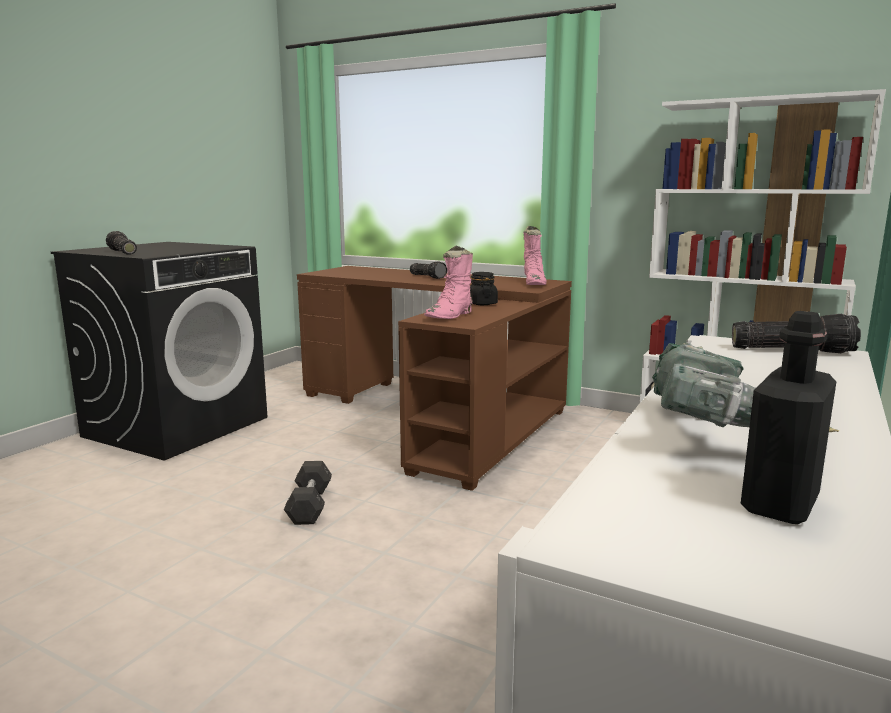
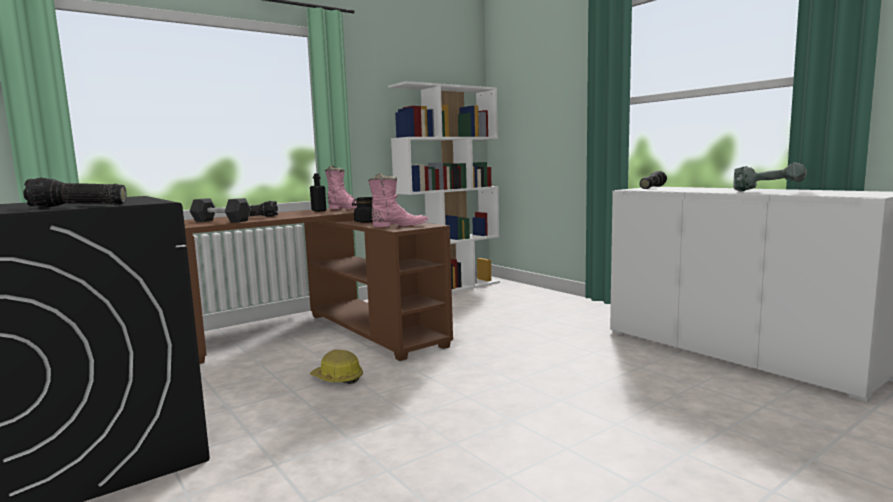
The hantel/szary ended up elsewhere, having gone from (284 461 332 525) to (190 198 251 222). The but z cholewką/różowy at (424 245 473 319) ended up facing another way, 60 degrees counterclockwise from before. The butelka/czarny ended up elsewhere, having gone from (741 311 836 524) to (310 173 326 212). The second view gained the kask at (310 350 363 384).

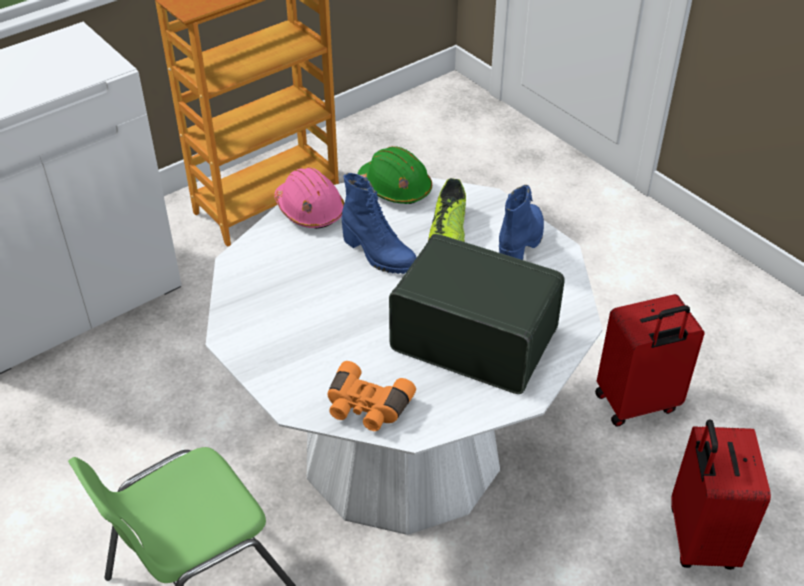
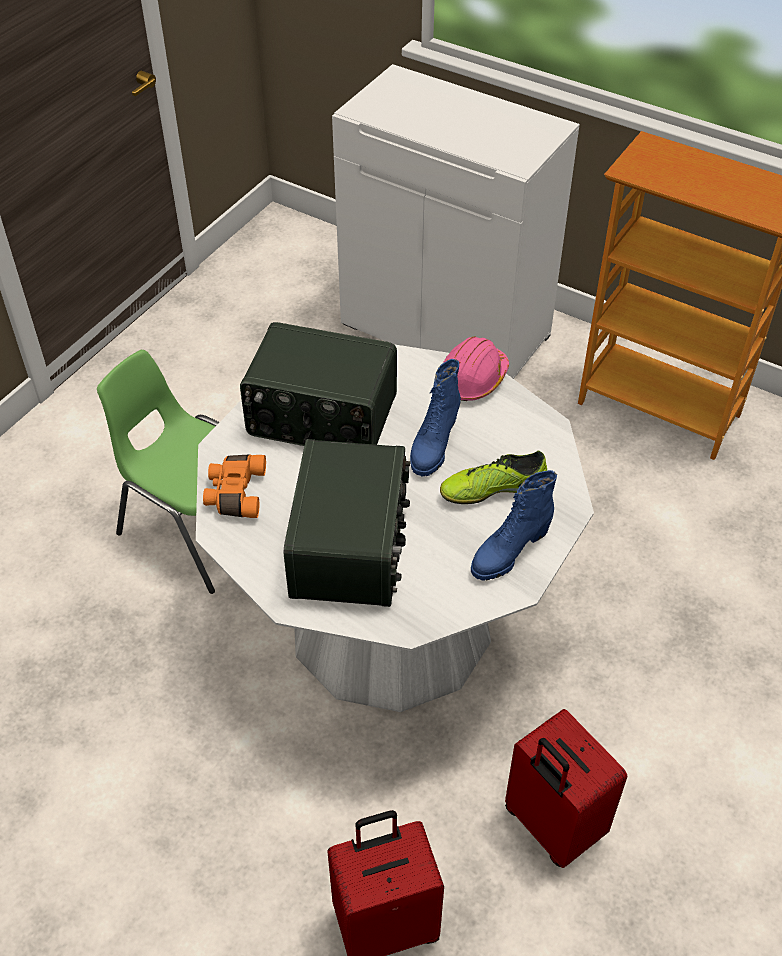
The second view lost the kask/zielony at (358 146 432 204). The but z cholewką/niebieski at (499 185 544 260) ended up facing another way, 135 degrees clockwise from before. The second view gained the radio at (240 322 397 446).

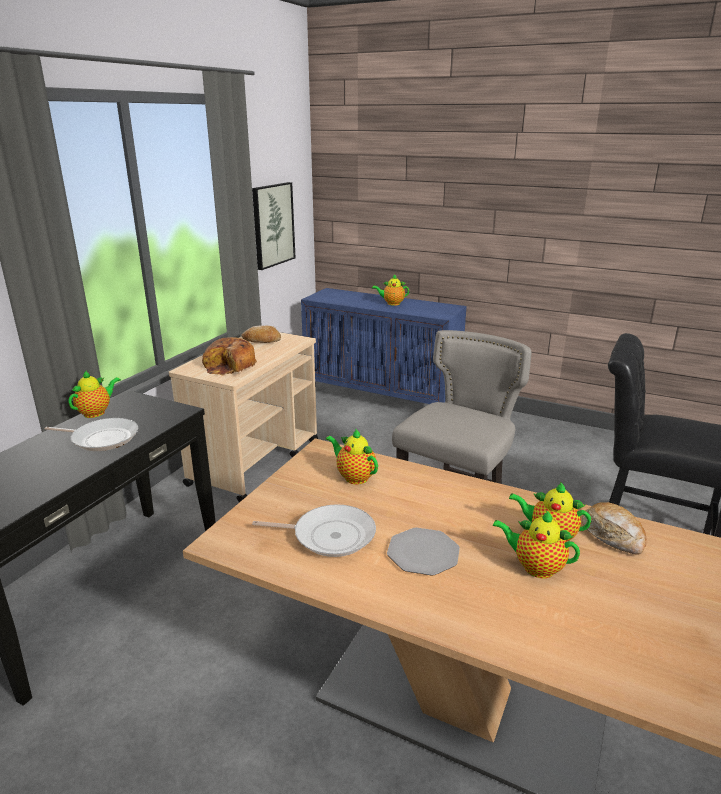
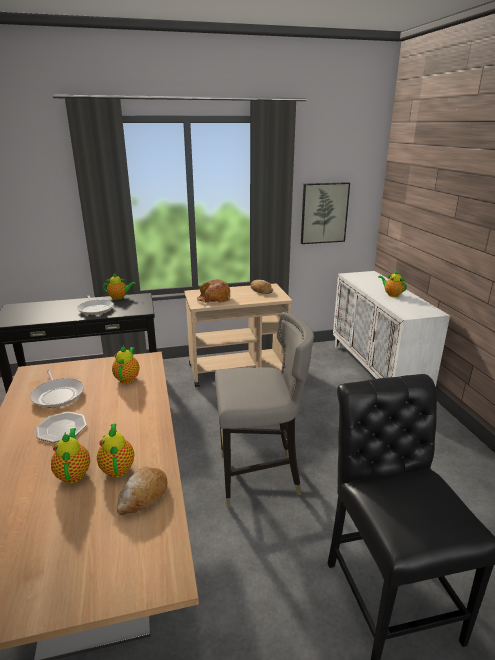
What was the szafka/niebieski at (301 288 467 404) turned into the szafka/biały at (333 271 450 387).

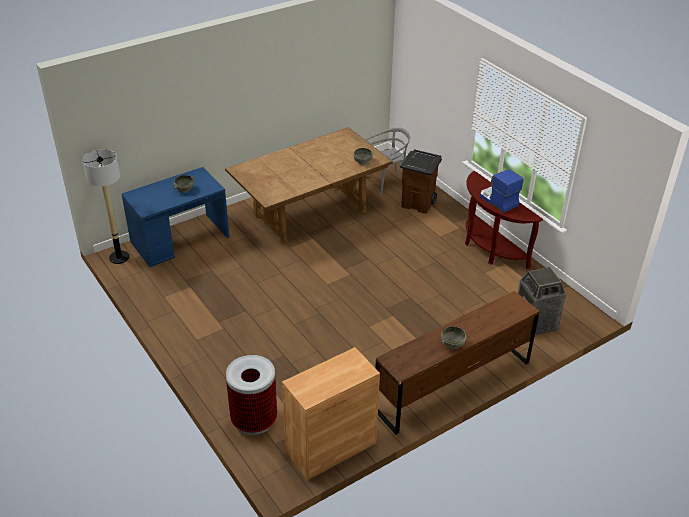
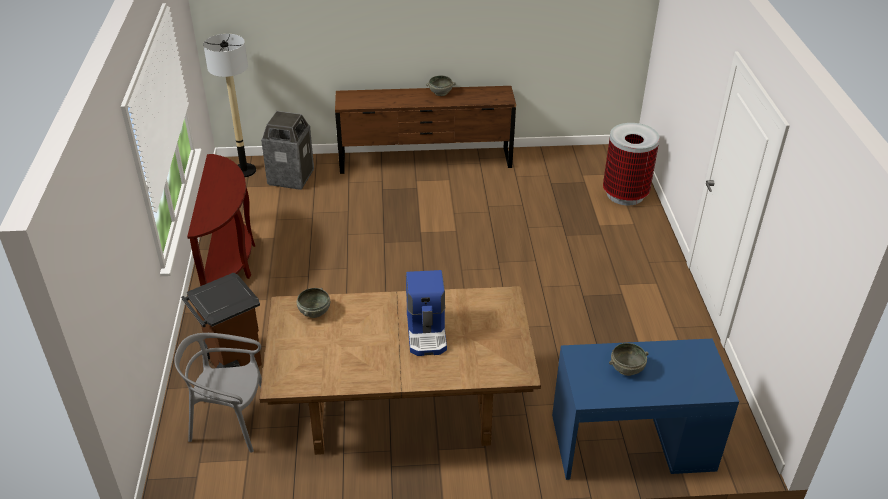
The lampa stojąca ended up elsewhere, having gone from (82 149 129 264) to (203 34 256 177). The second view lost the szafka/brązowy at (282 347 380 480). The ekspres do kawy ended up elsewhere, having gone from (480 169 523 213) to (406 270 447 356).

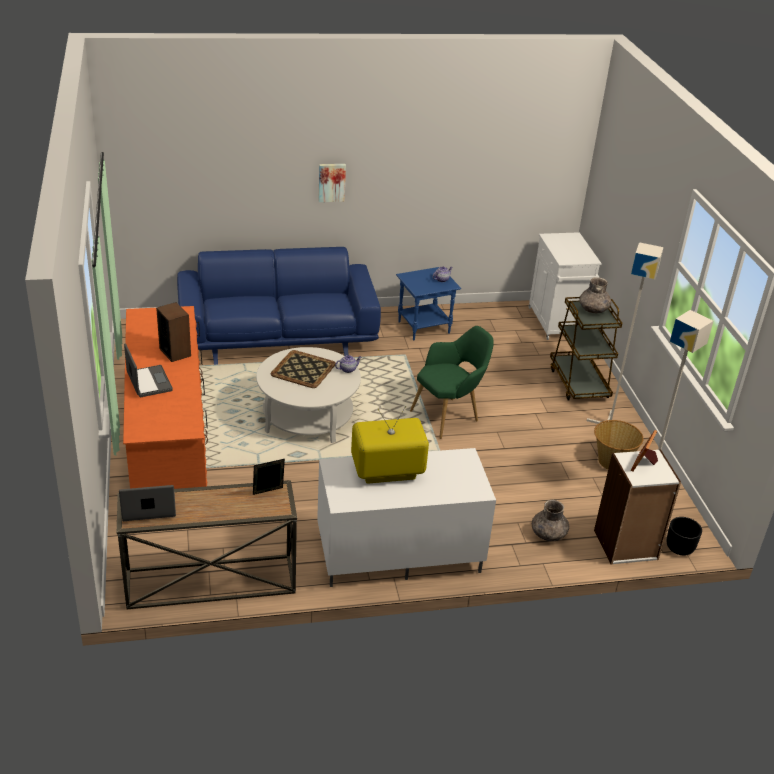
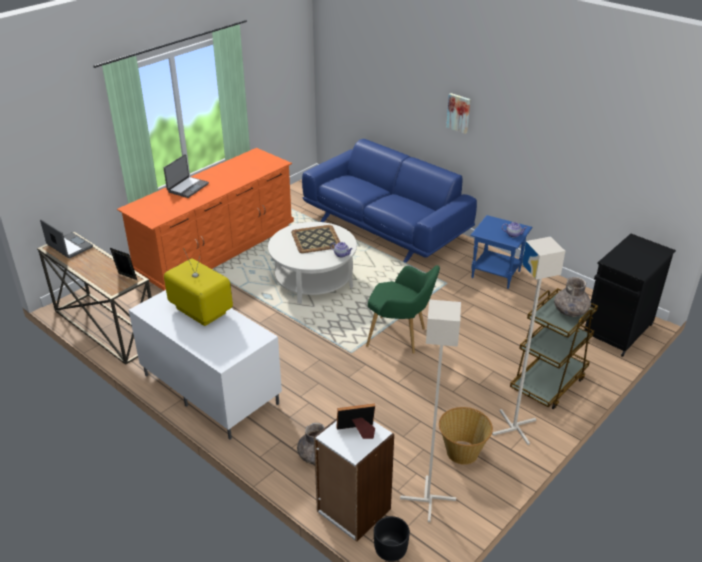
The second view lost the głośnik at (156 302 191 362). What was the szafka/biały at (528 232 602 340) turned into the szafka/czarny at (584 234 676 357).

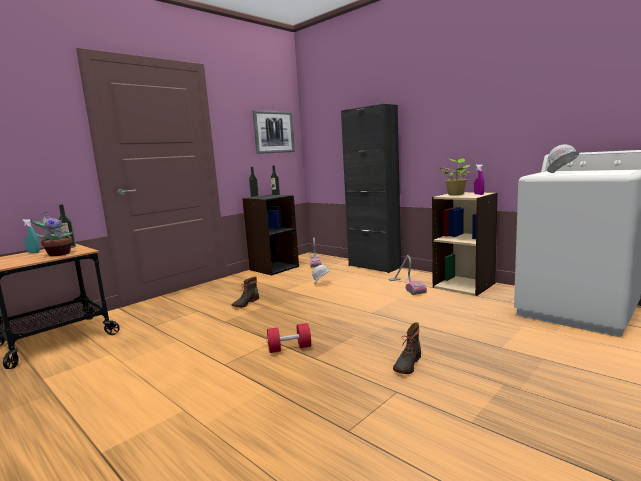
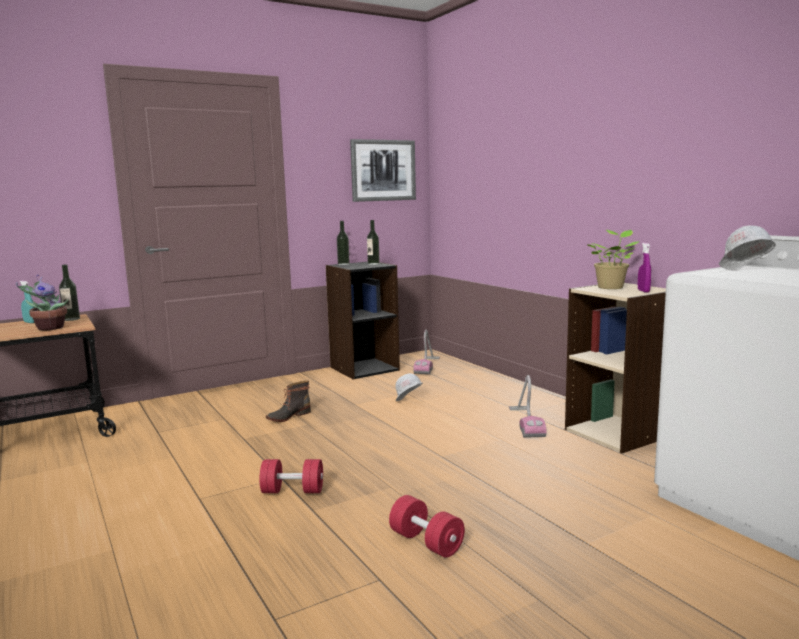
The second view lost the szafka/czarny at (341 104 401 273). Where the but z cholewką stood at (393 323 421 374), the hantel/czerwony came to stand at (389 495 465 558).

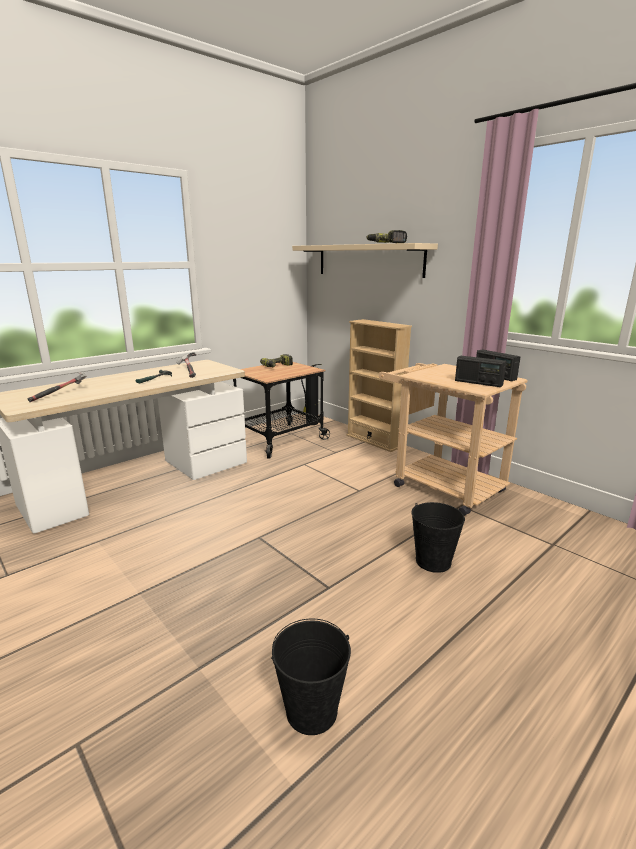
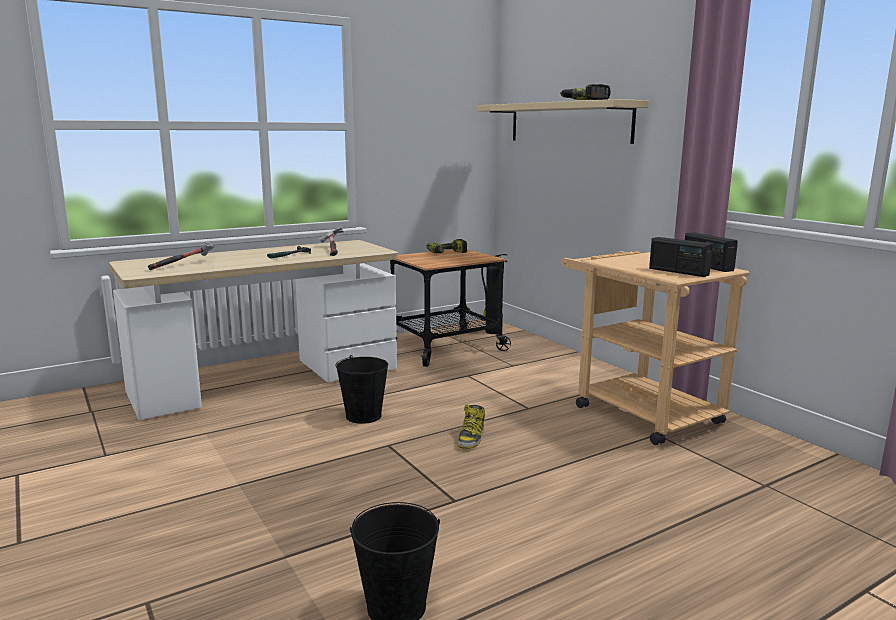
The second view lost the regał/beżowy at (346 319 412 452). The wiadro/czarny ended up elsewhere, having gone from (411 502 465 573) to (336 355 388 424). The second view gained the but z cholewką at (457 404 485 449).

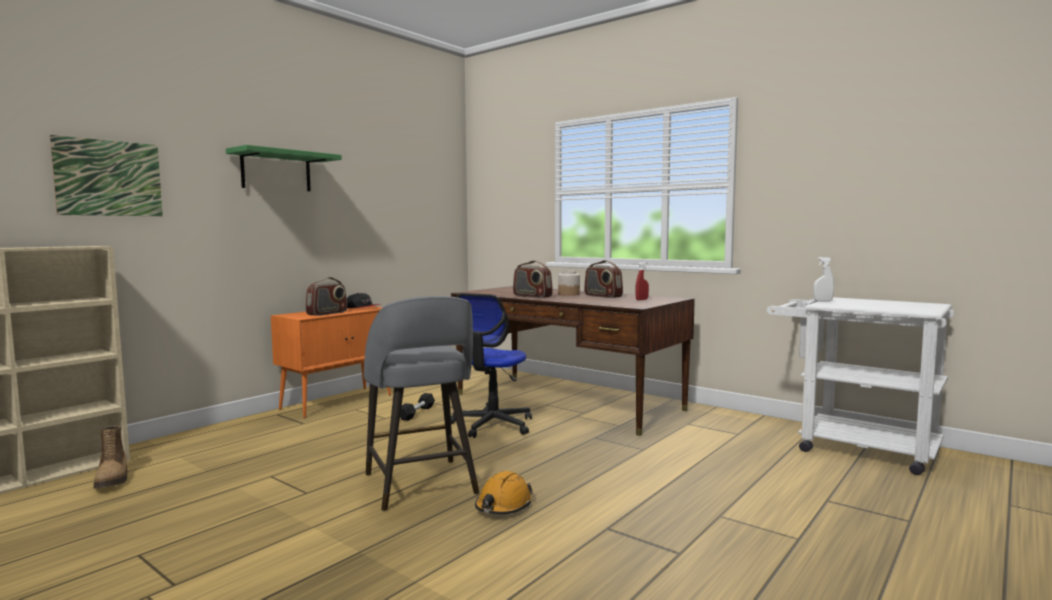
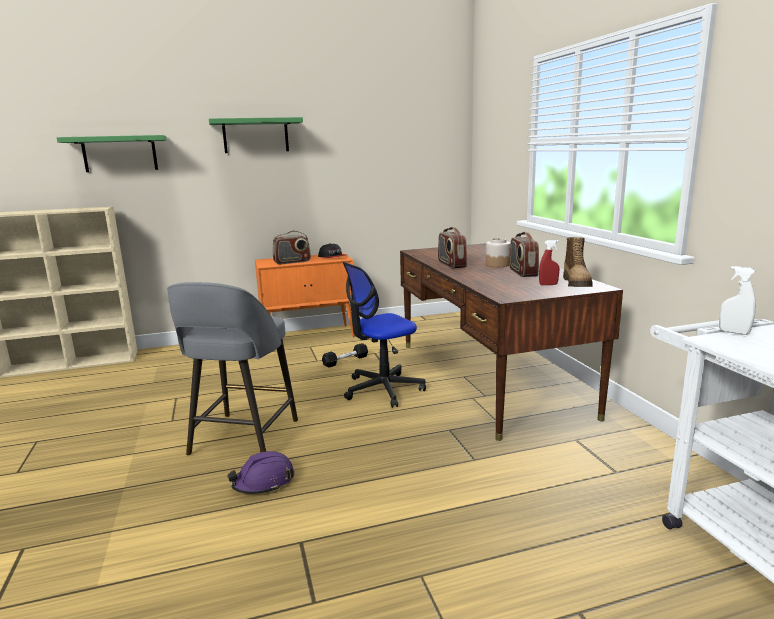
Where the obraz hung at (49 135 163 216), the półka/zielony came to hang at (56 135 167 172). The but z cholewką ended up elsewhere, having gone from (94 425 128 489) to (563 237 593 287). What was the kask/pomarańczowy at (475 471 533 514) turned into the kask/fioletowy at (227 451 295 494).

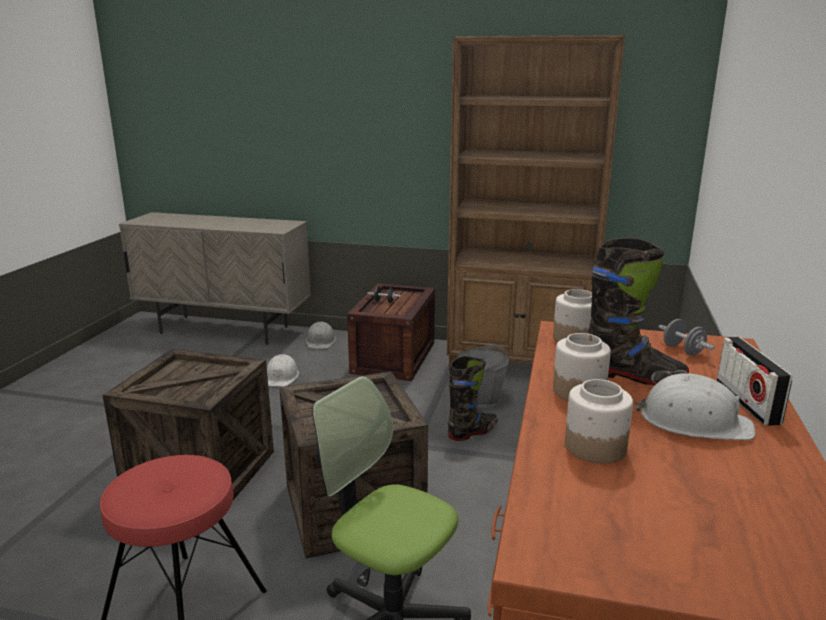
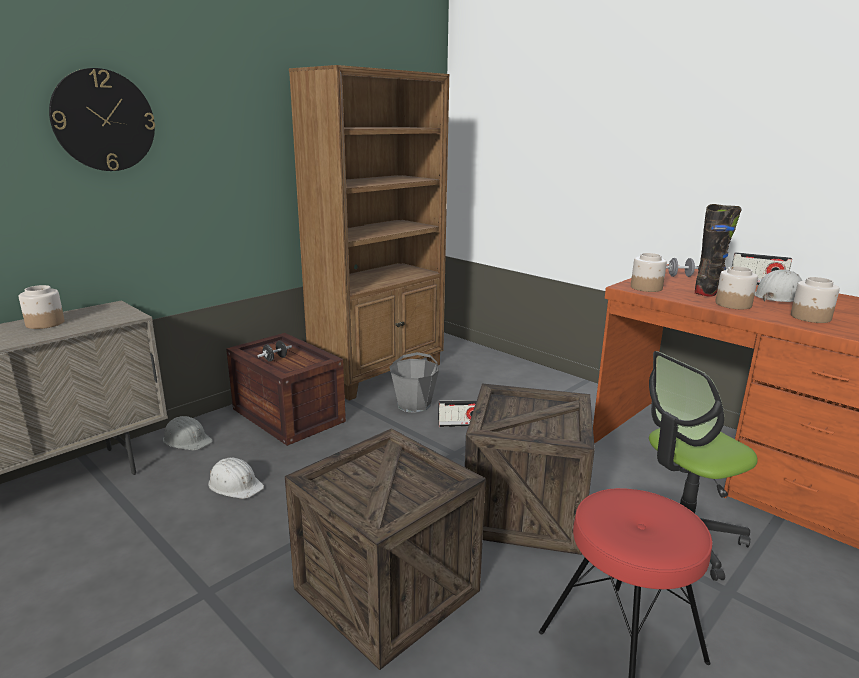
Where the but z cholewką/czarny stood at (448 356 498 441), the radio came to stand at (438 400 477 427). The second view gained the słoik at (19 285 65 329). The second view gained the zegar ścienny at (49 68 155 171).

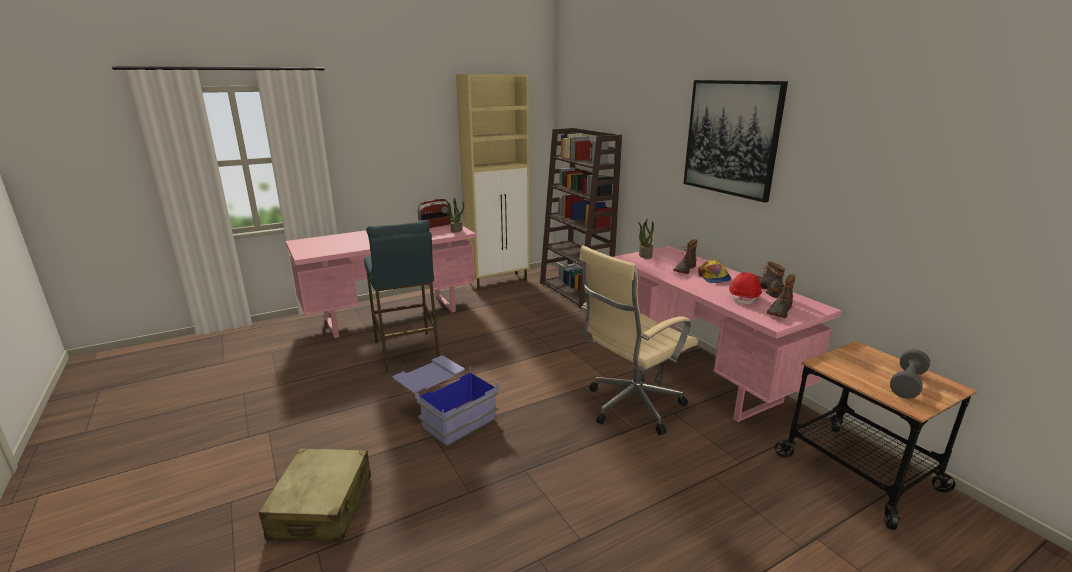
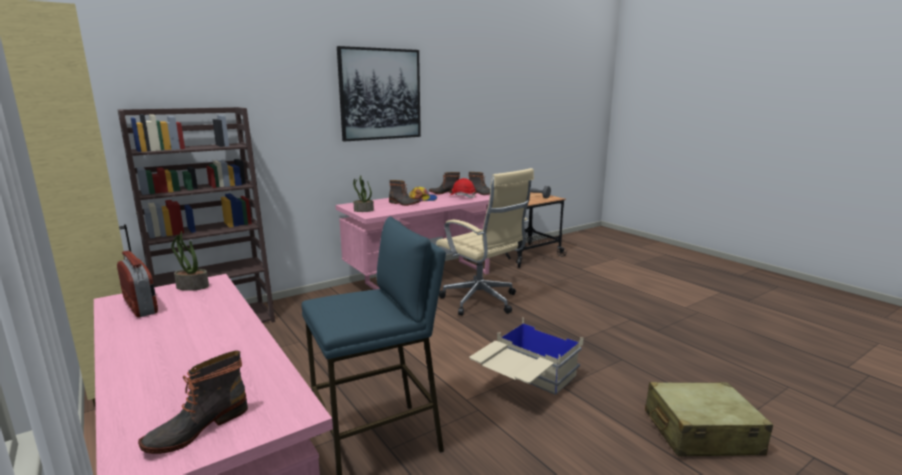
What was the pojemnik do przechowywania/niebieski at (392 356 499 446) turned into the pojemnik do przechowywania/beżowy at (470 318 584 395). The second view gained the but z cholewką at (138 351 248 454).

